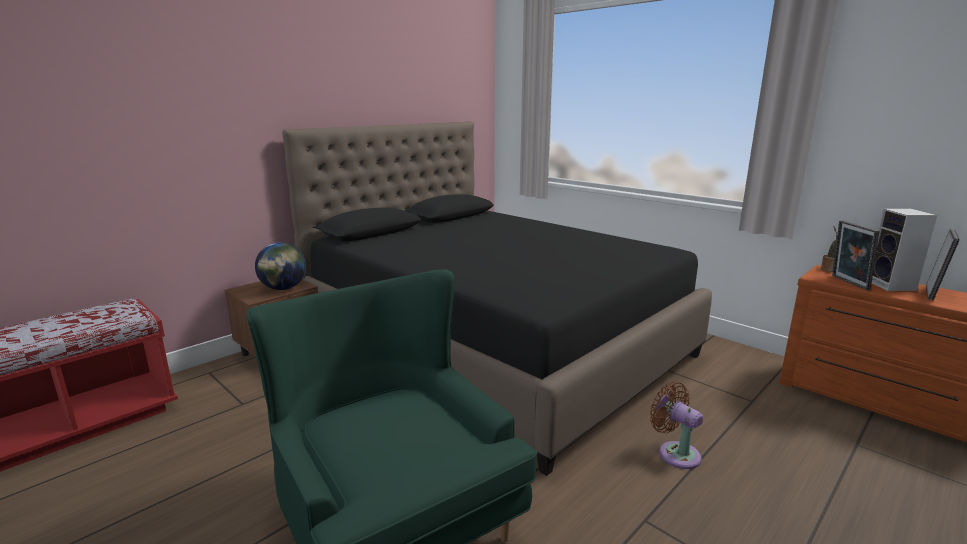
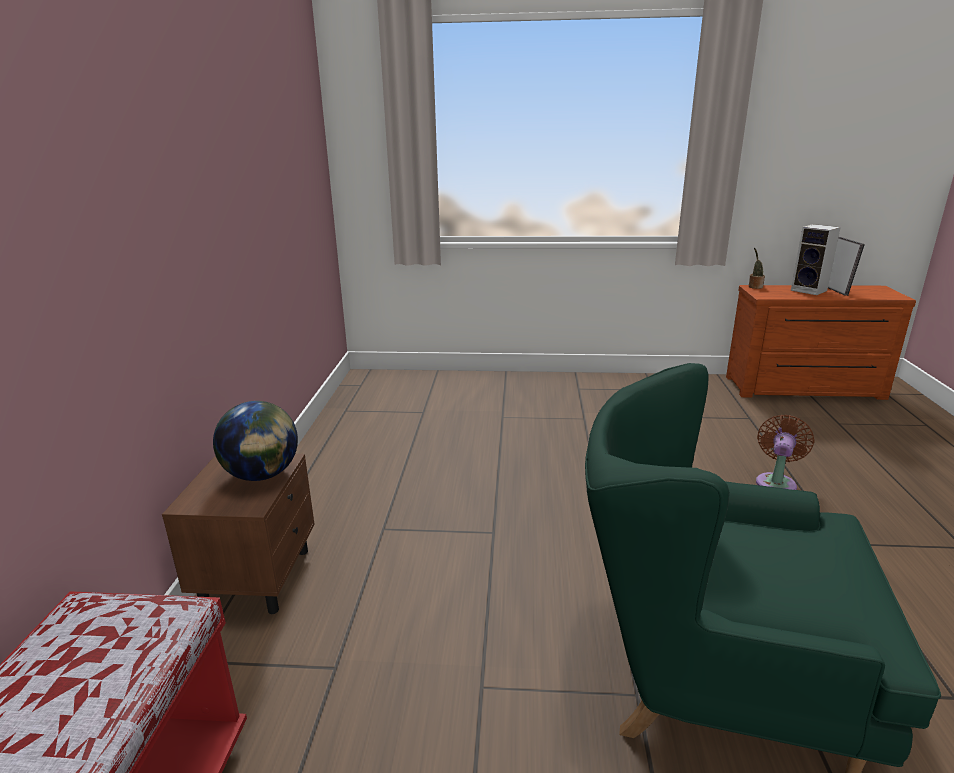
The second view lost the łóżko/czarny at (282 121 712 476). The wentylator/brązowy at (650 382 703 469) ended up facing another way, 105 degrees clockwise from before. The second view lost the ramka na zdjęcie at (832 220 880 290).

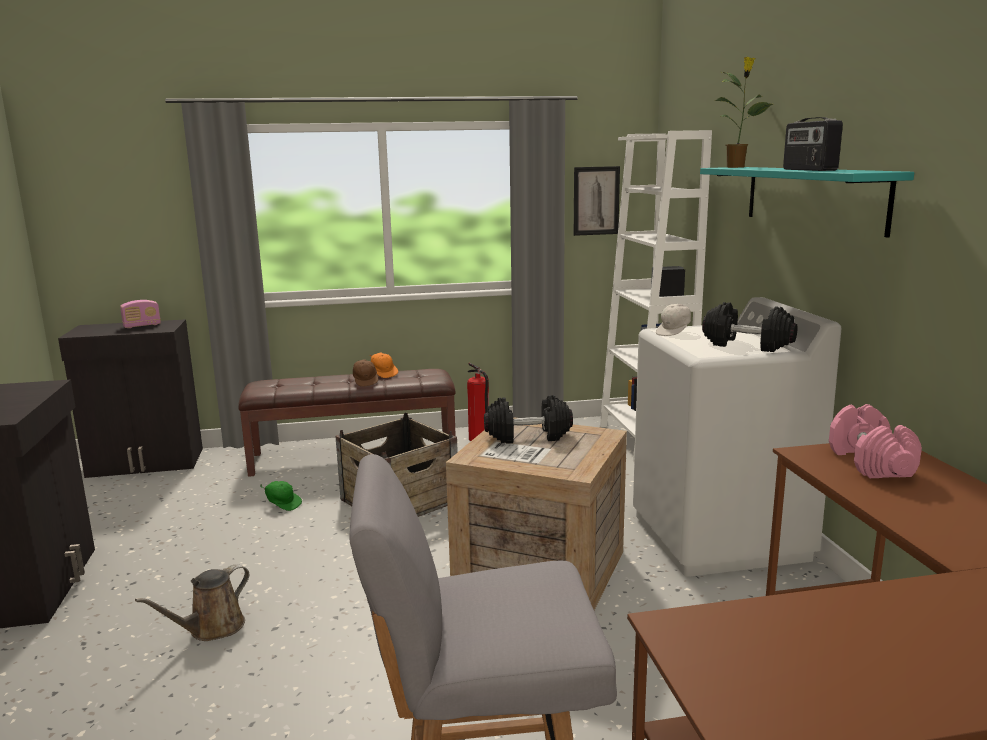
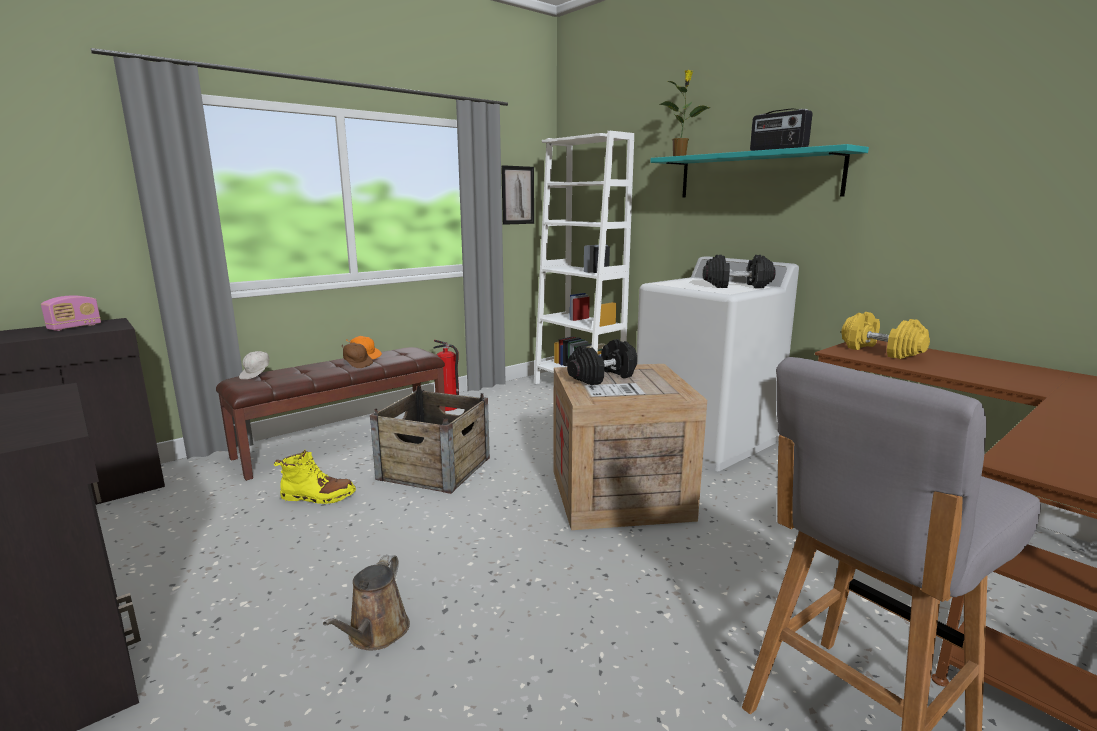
Where the czapka z daszkiem/zielony stood at (260 481 302 511), the but z cholewką/żółty came to stand at (274 450 356 504). The czapka z daszkiem/biały ended up elsewhere, having gone from (656 304 691 336) to (239 351 269 379). What was the hantel/różowy at (829 404 922 478) turned into the hantel/żółty at (841 312 930 359).

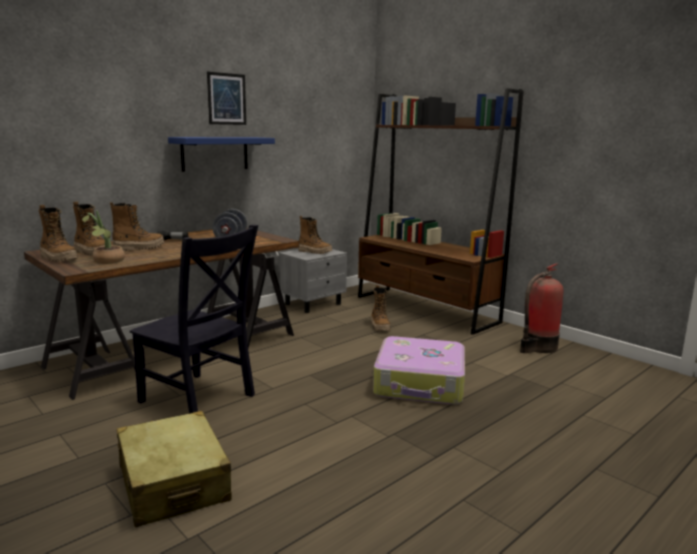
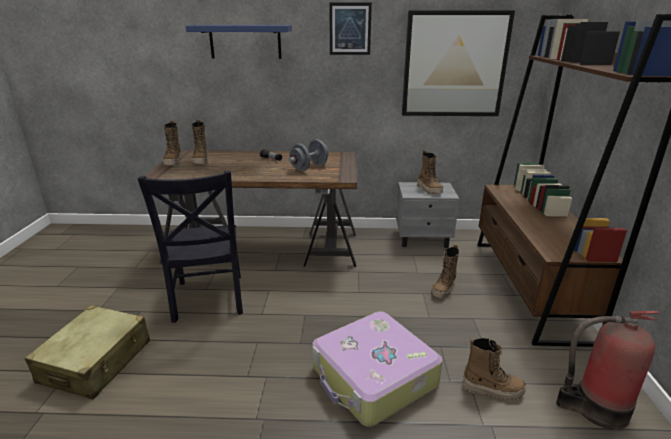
The second view lost the roślina doniczkowa at (82 210 125 264). The but z cholewką ended up elsewhere, having gone from (110 202 164 251) to (462 338 526 400). The półka/niebieski ended up elsewhere, having gone from (168 137 275 172) to (186 25 292 59). The second view gained the obraz at (402 10 515 116).

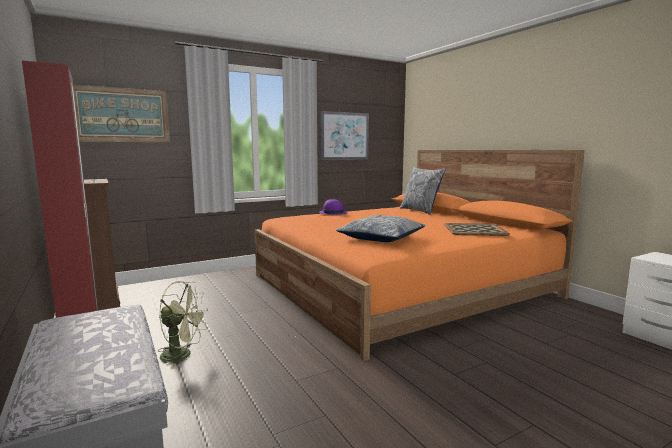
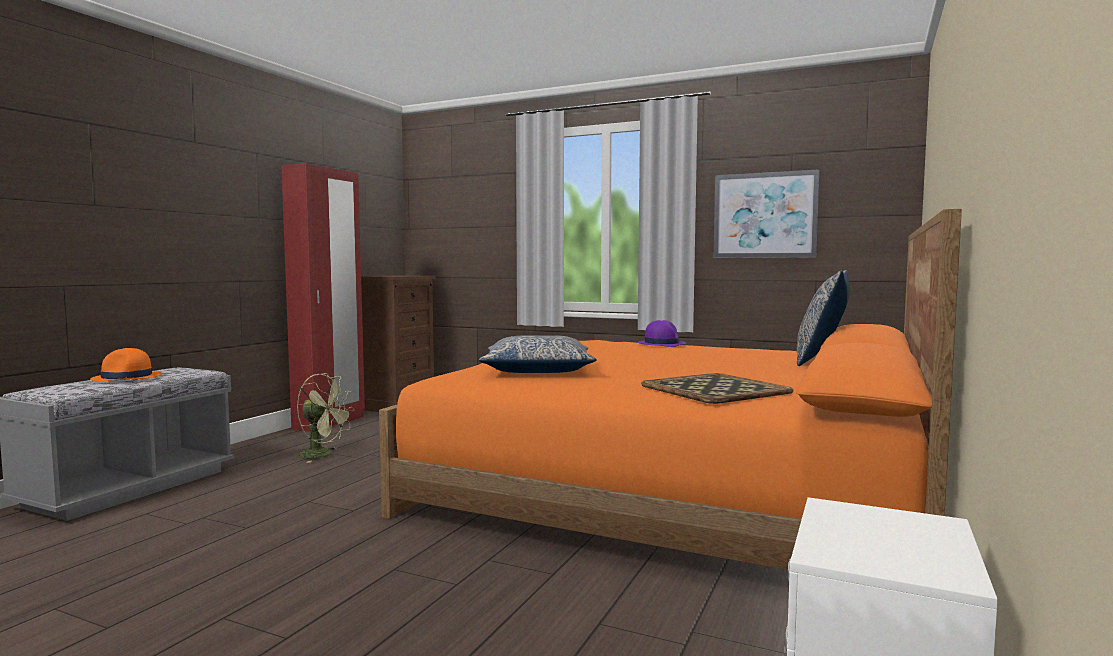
The second view lost the obraz at (73 85 170 142). The wentylator/zielony at (159 281 208 369) ended up facing another way, 45 degrees counterclockwise from before. The second view gained the kapelusz/pomarańczowy at (90 348 162 381).

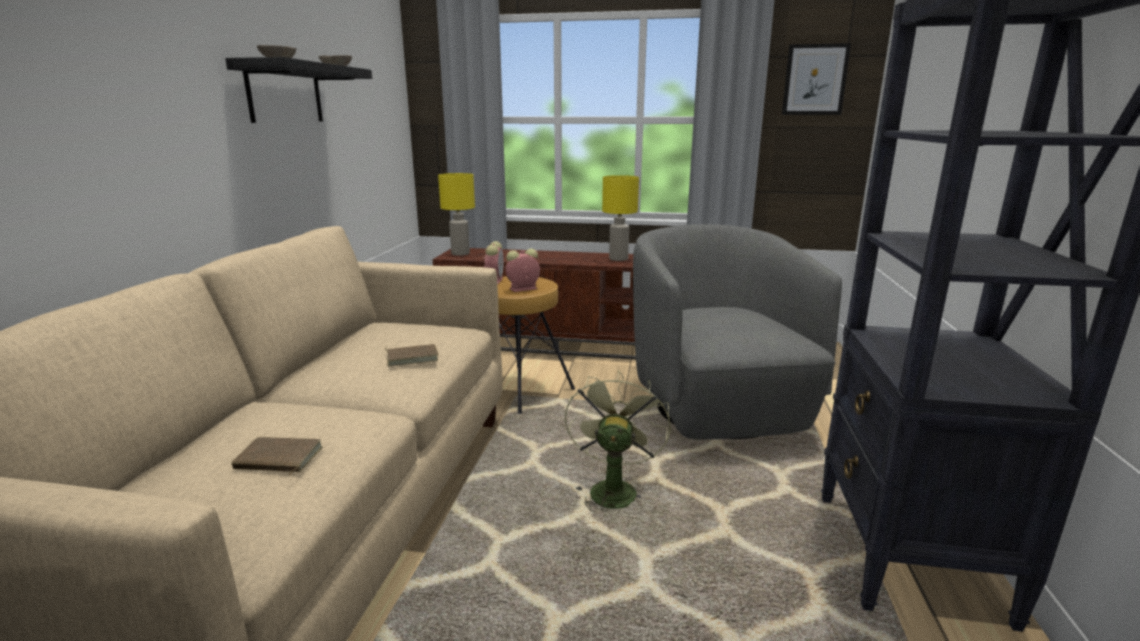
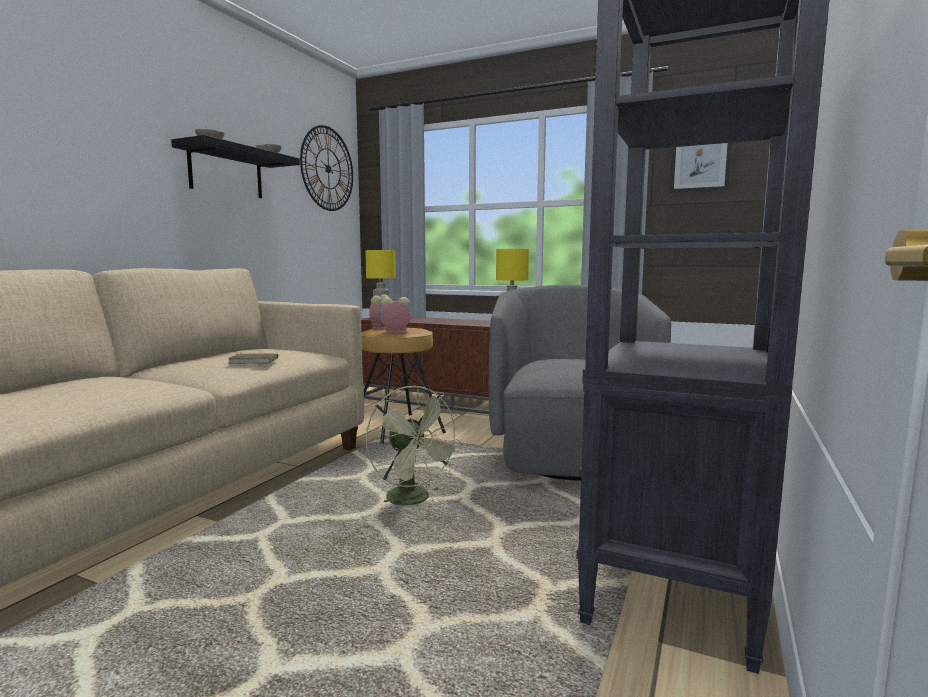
The second view lost the książka/brązowy at (231 437 323 476). The wentylator/zielony at (565 370 671 511) ended up facing another way, 120 degrees clockwise from before. The second view gained the zegar ścienny at (300 125 353 211).

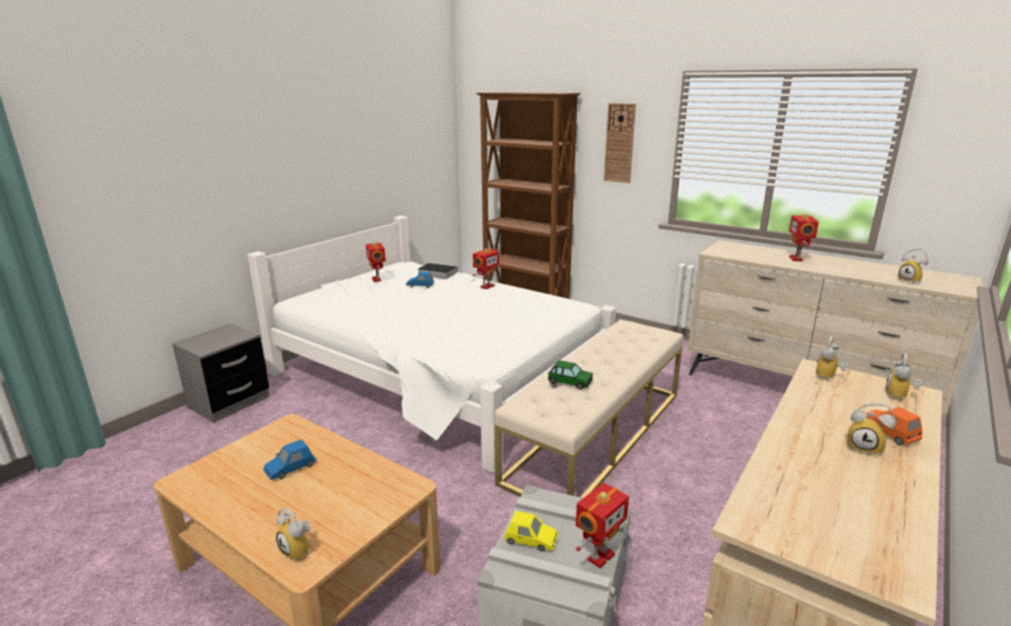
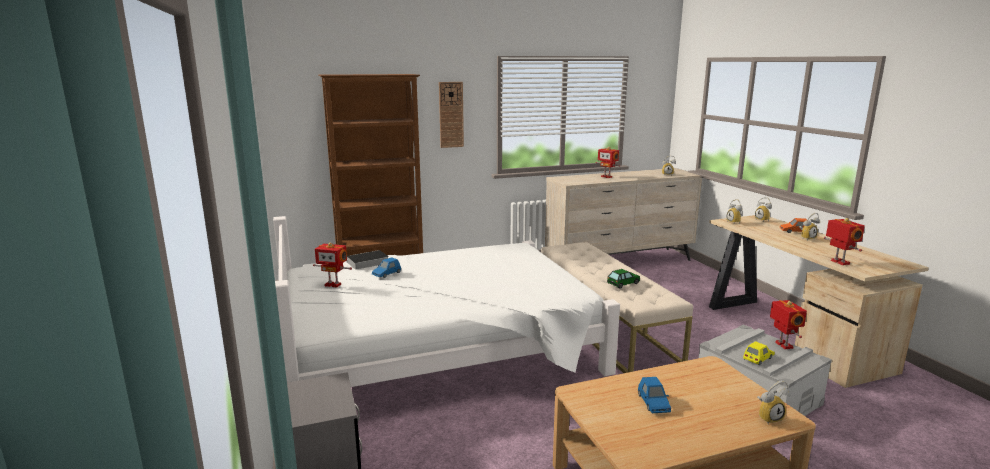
The robot zabawkowy ended up elsewhere, having gone from (473 248 499 289) to (824 218 865 265).

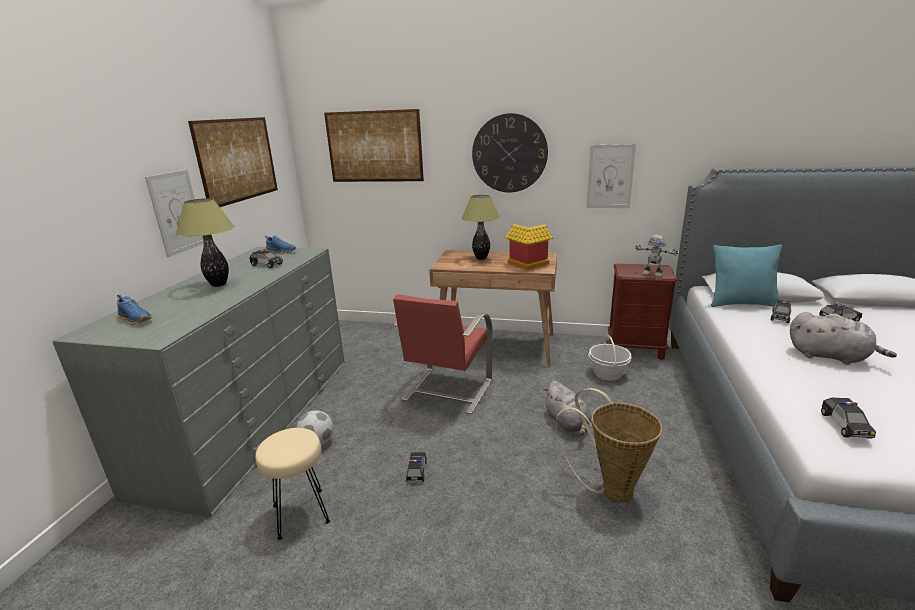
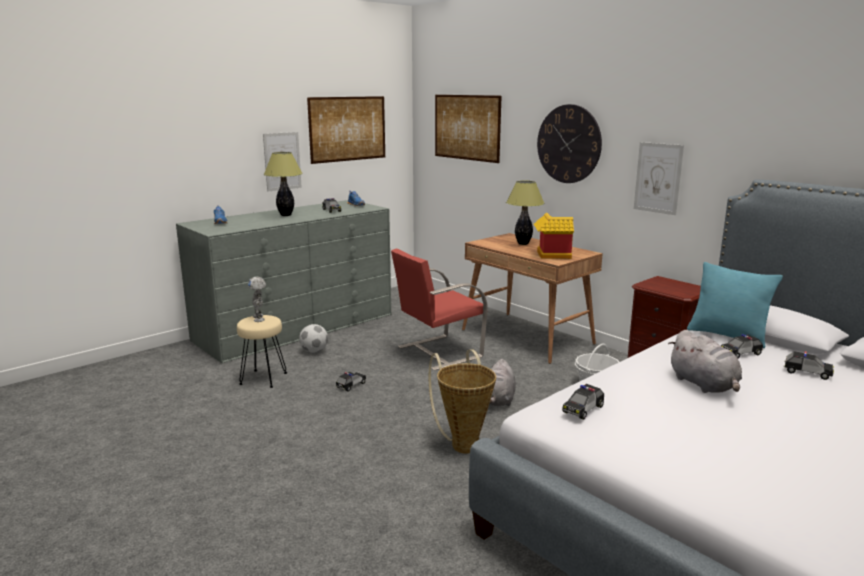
The robot zabawkowy ended up elsewhere, having gone from (635 235 679 276) to (248 277 266 322).

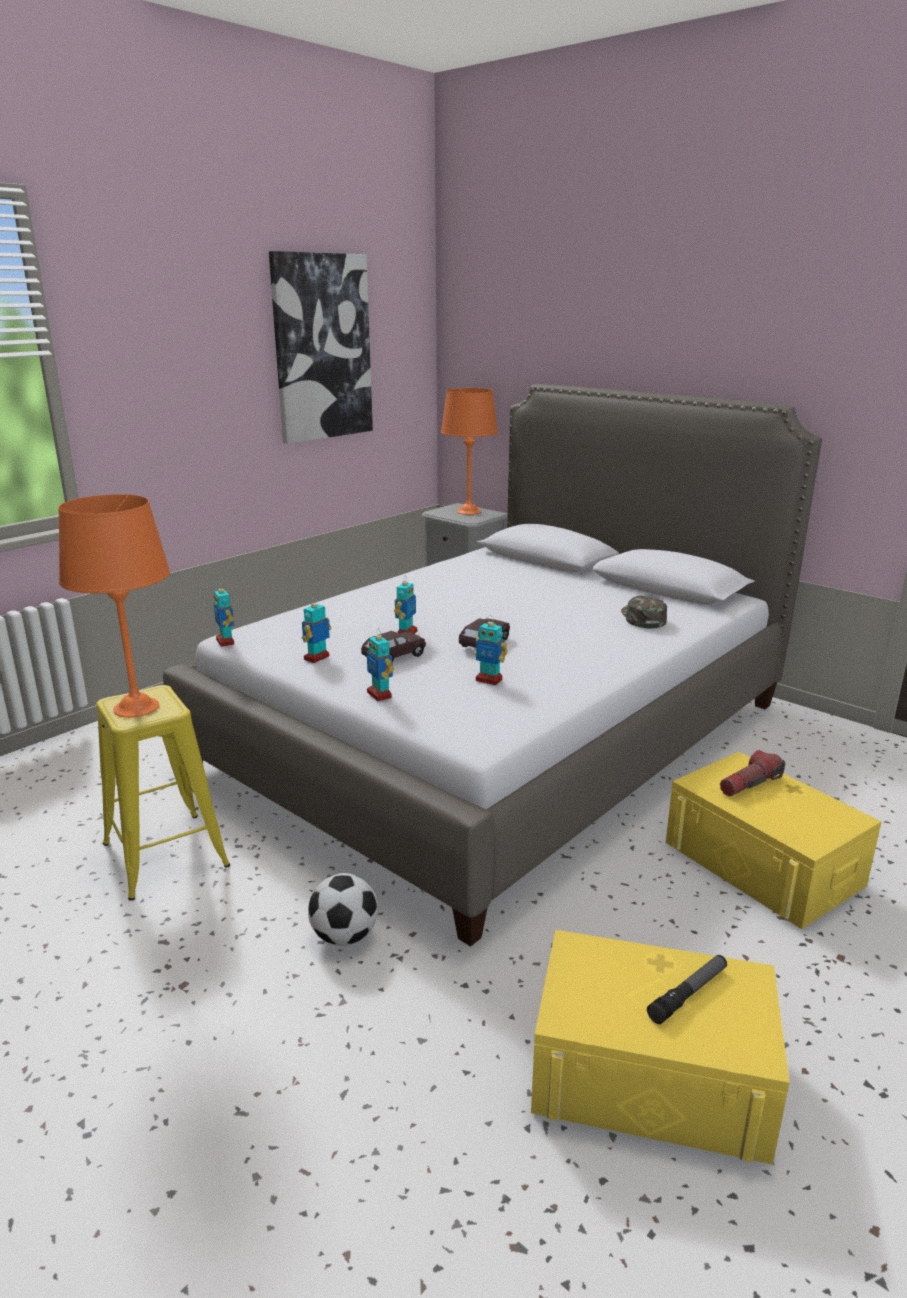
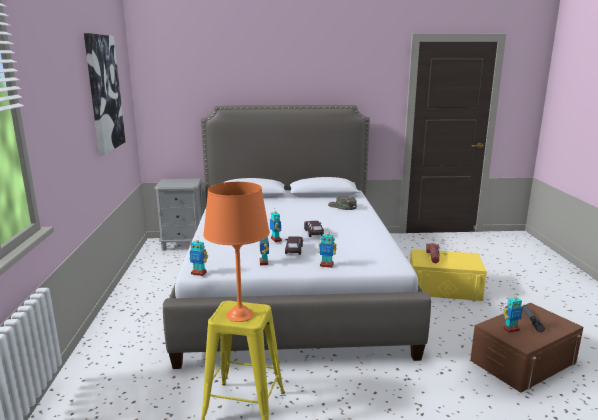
The second view lost the piłka futbolowa at (308 873 378 946). The second view lost the lampa stołowa/pomarańczowy at (441 388 498 515). The robot zabawkowy ended up elsewhere, having gone from (474 616 508 685) to (503 297 523 333). What was the pojemnik do przechowywania/żółty at (531 930 790 1164) turned into the pojemnik do przechowywania/brązowy at (470 303 583 393).

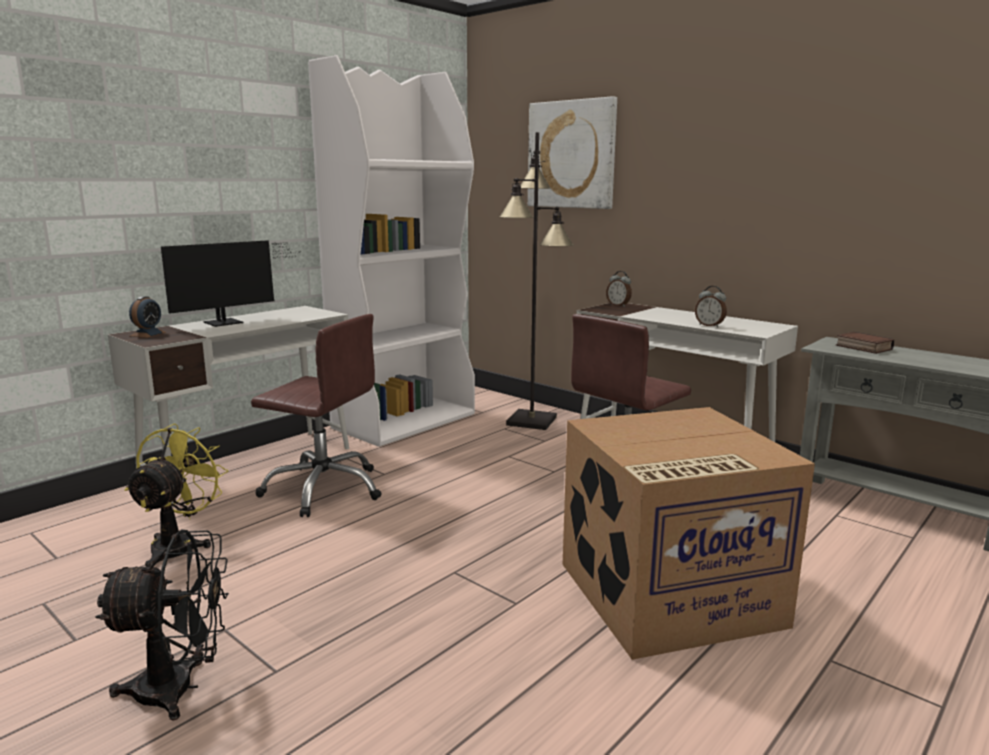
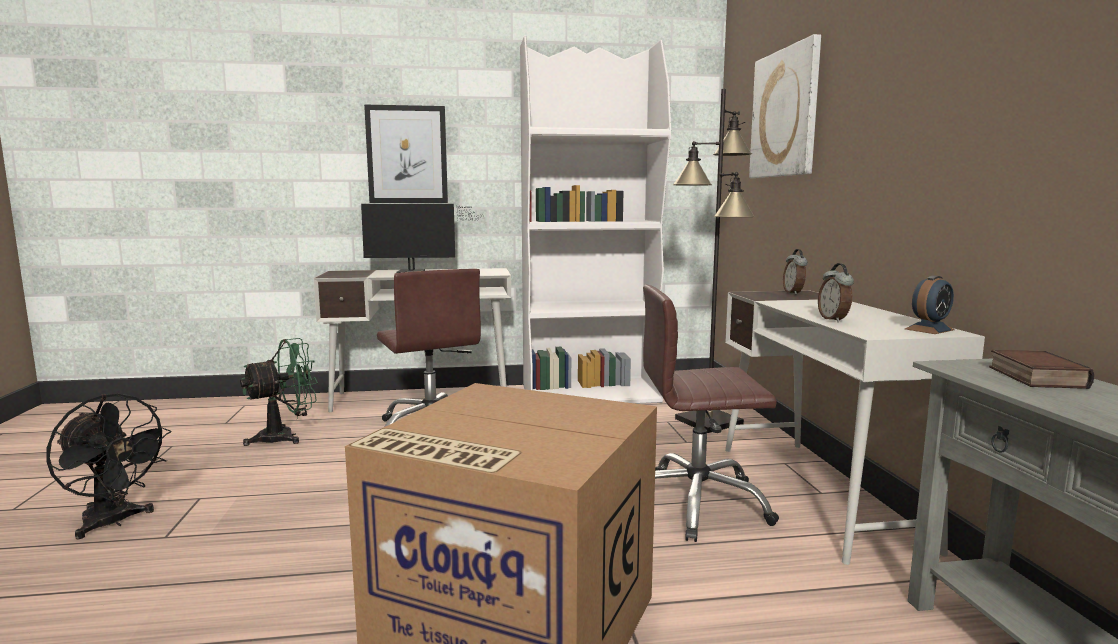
What was the wentylator/żółty at (124 423 228 567) turned into the wentylator/zielony at (240 338 318 446). The budzik ended up elsewhere, having gone from (129 296 166 338) to (905 275 955 334). The second view gained the obraz at (364 104 448 203).

